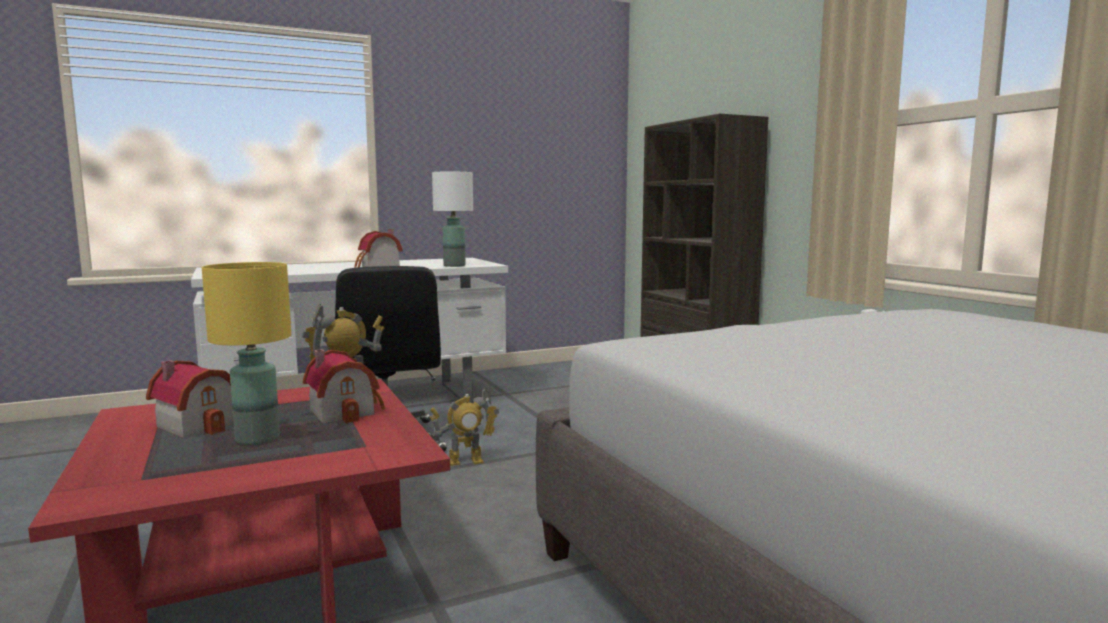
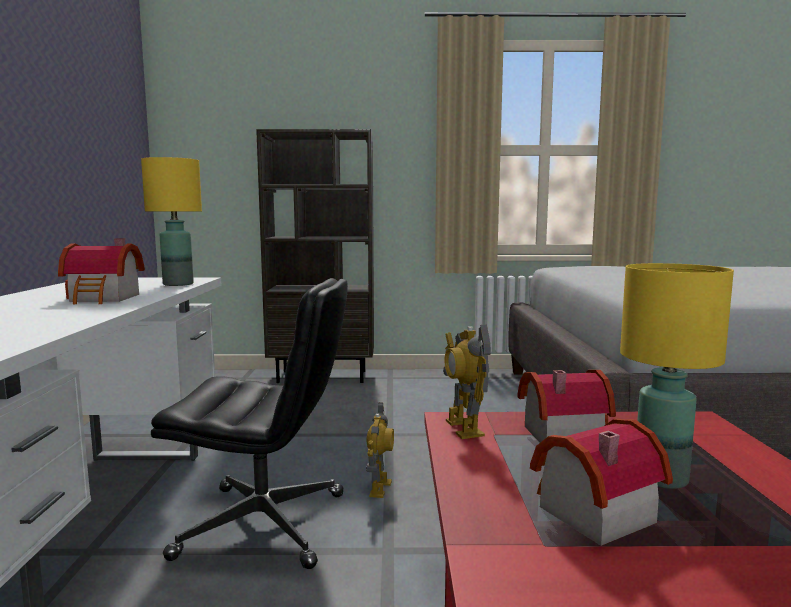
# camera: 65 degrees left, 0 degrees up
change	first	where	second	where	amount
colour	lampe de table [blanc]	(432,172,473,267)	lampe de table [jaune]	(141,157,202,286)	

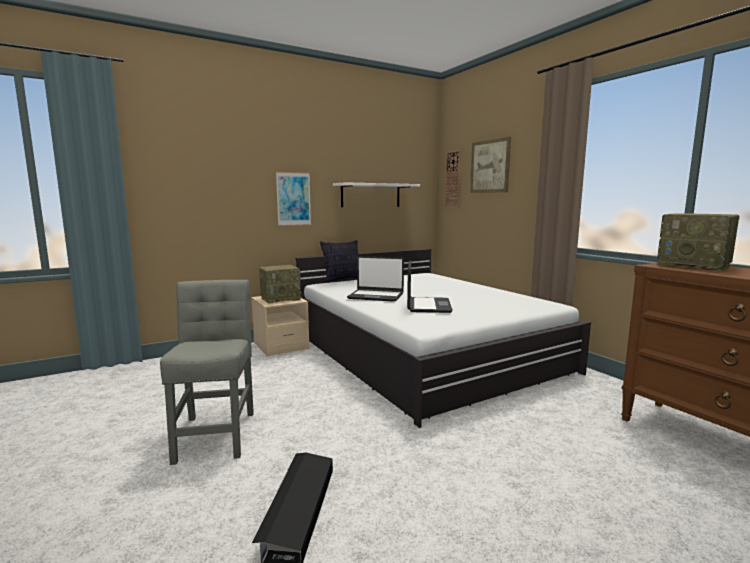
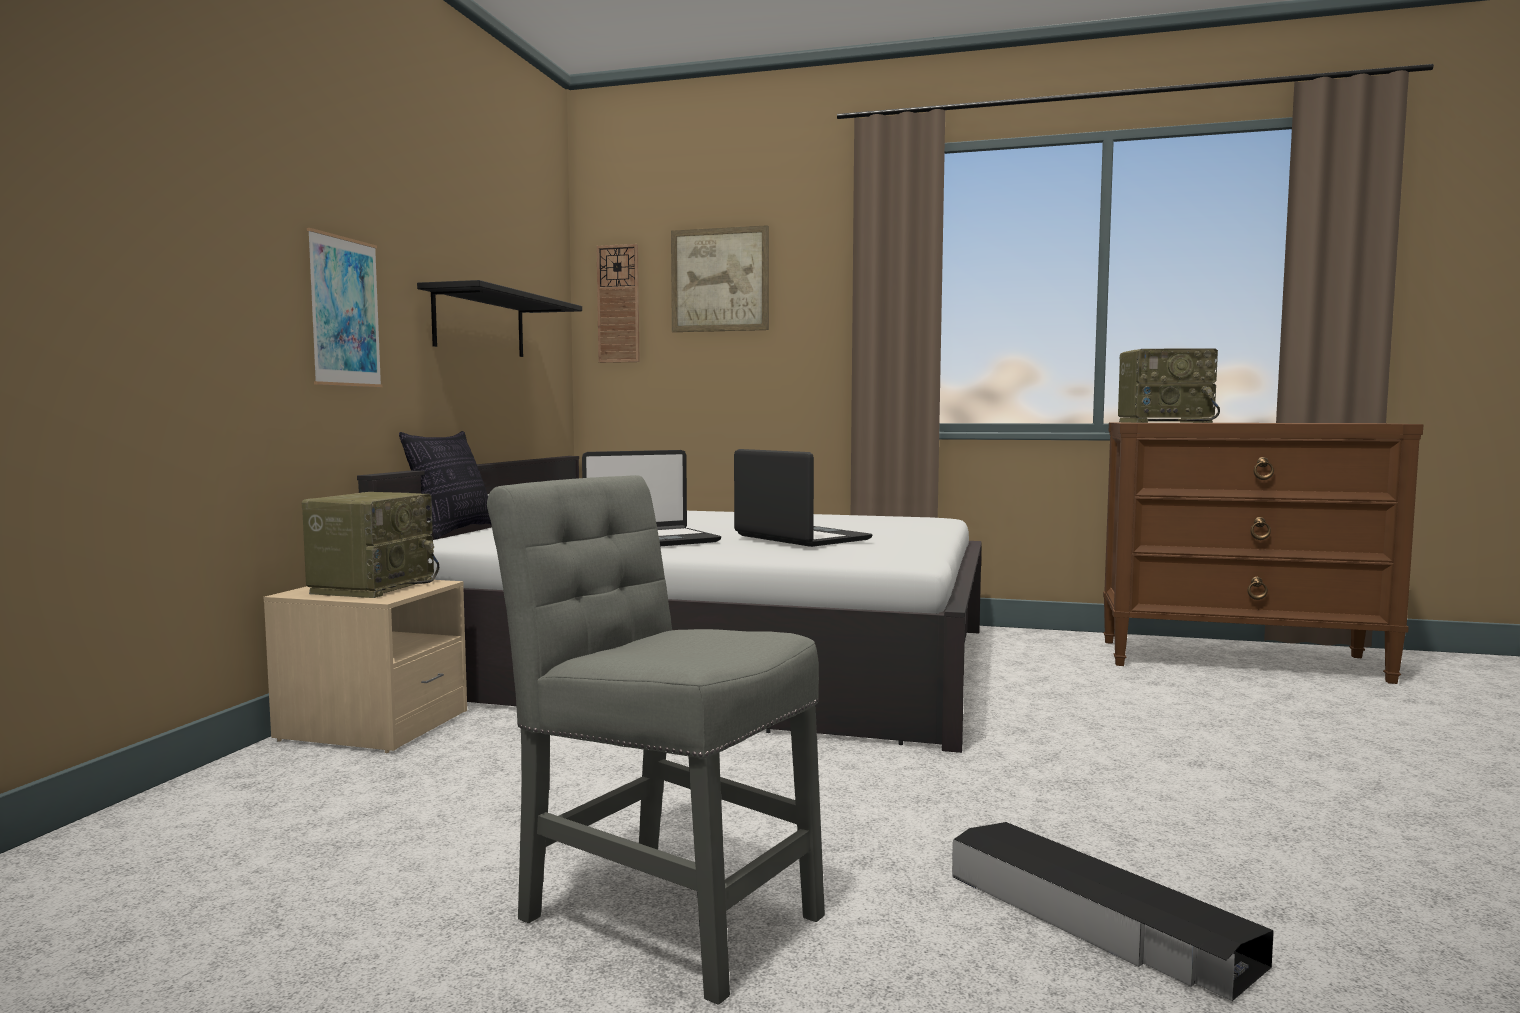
# camera: 45 degrees left, 5 degrees down
change	first	where	second	where	amount
colour	étagère [blanc]	(333,182,420,207)	étagère [noir]	(417,280,582,357)	

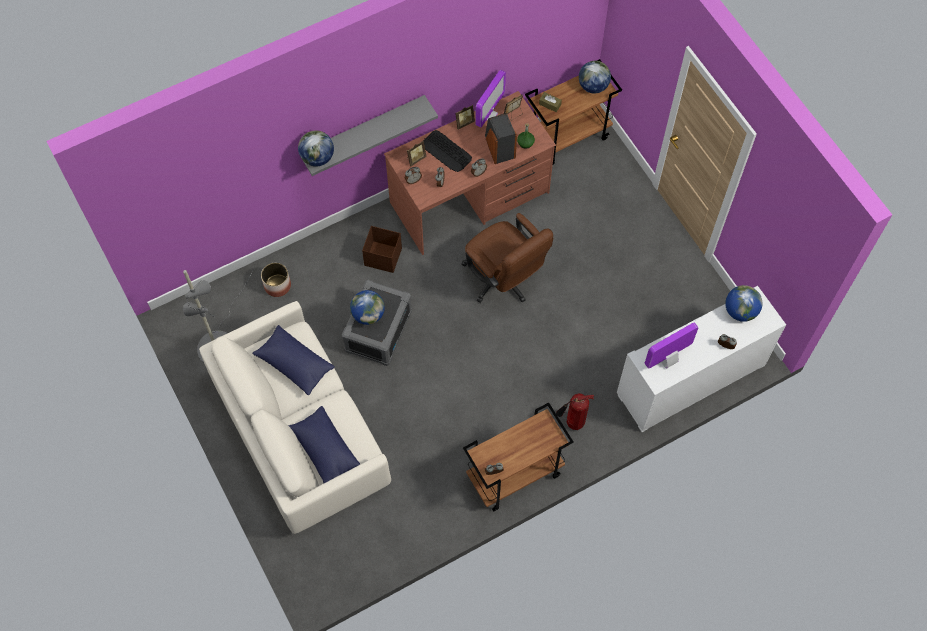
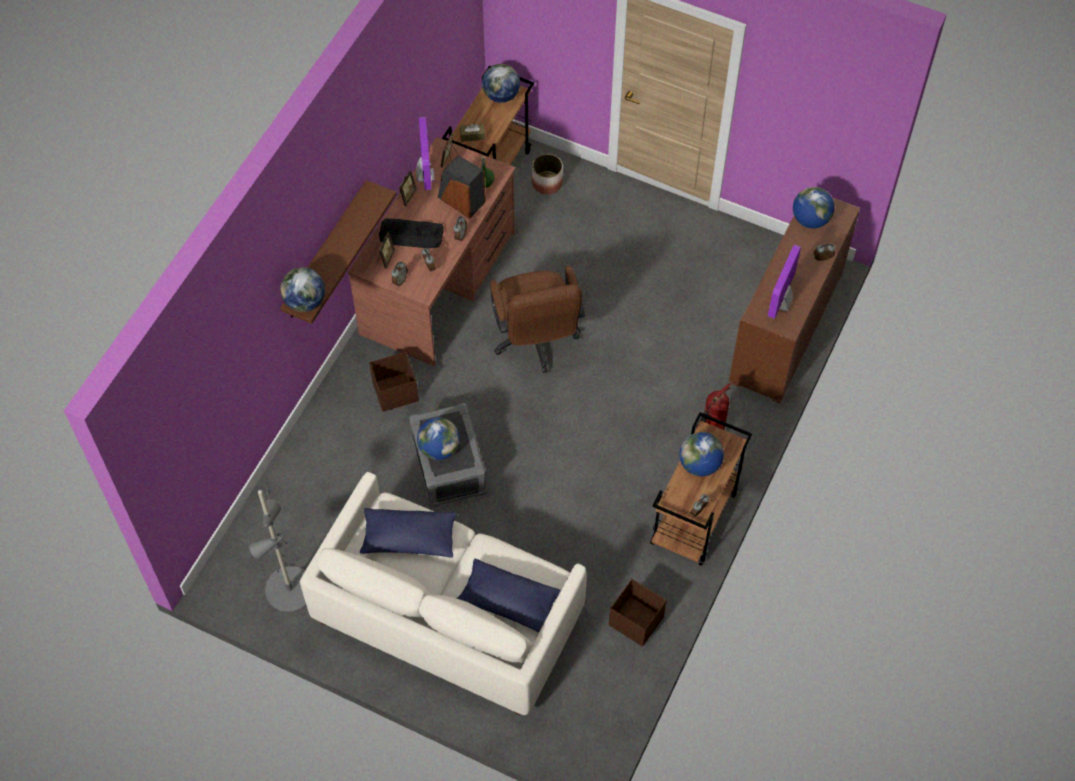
# camera: 35 degrees left, 5 degrees down
change	first	where	second	where	amount
colour	étagère [gris]	(303,95,438,176)	étagère [marron]	(280,180,397,324)	
spun	chaise de bureau [marron]	(461,213,553,303)		(490,265,585,373)	60 degrees clockwise
relocated	cache-pot	(261,263,291,297)		(532,154,563,194)	
appeared			boîte de rangement [marron]	(609,579,666,647)	
appeared			globe	(679,432,724,477)	
colour	meuble de rangement [blanc]	(617,286,786,432)	meuble de rangement [marron]	(729,197,860,403)	

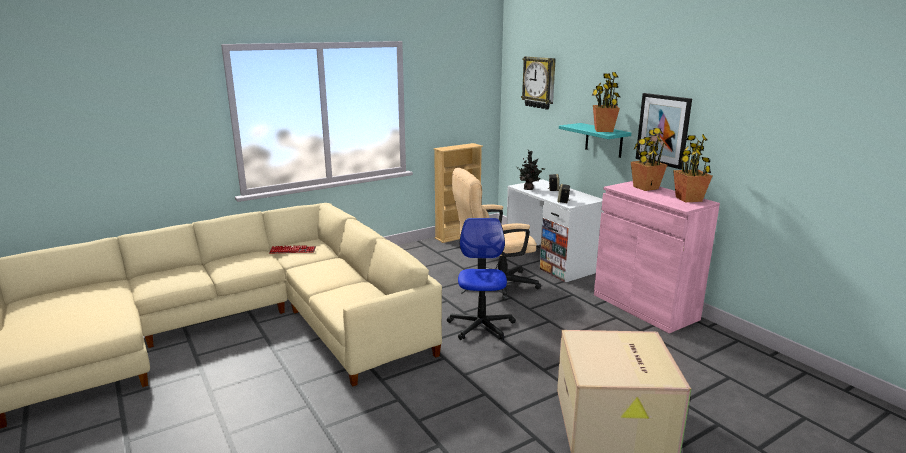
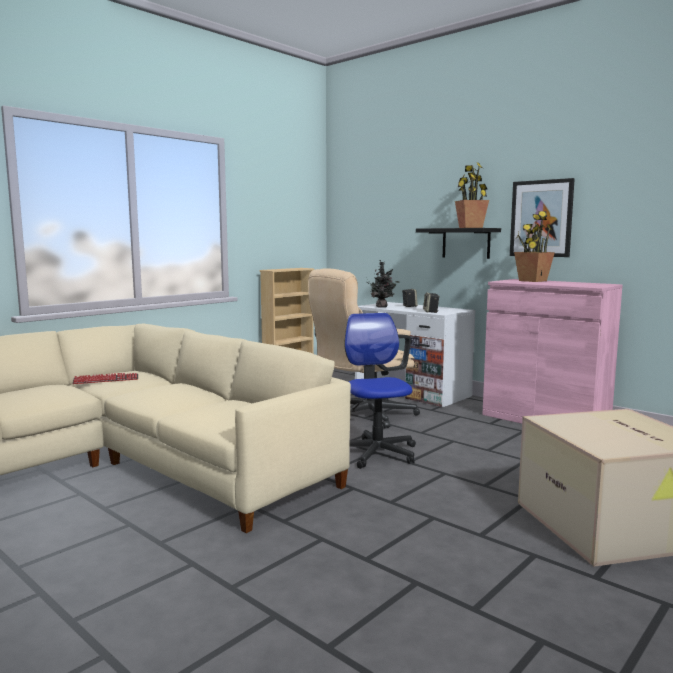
# camera: 15 degrees left, 10 degrees down
change	first	where	second	where	amount
colour	étagère [turquoise]	(559,123,631,158)	étagère [noir]	(416,228,501,259)	
missing	horloge murale	(521,56,556,110)			
missing	plante en pot	(673,134,712,202)			

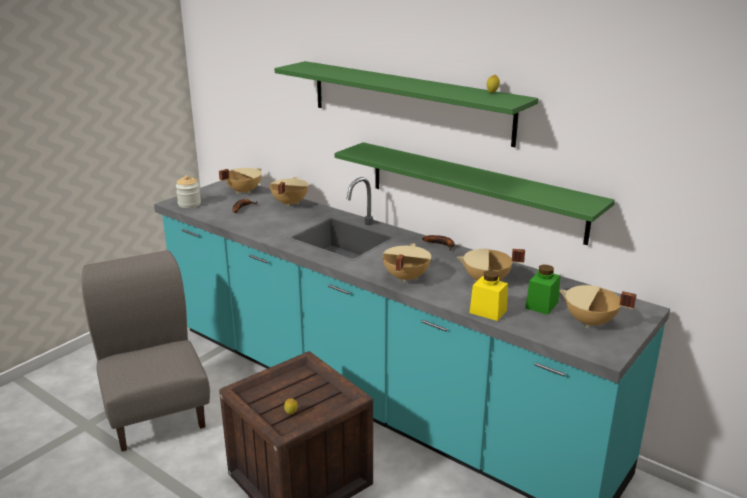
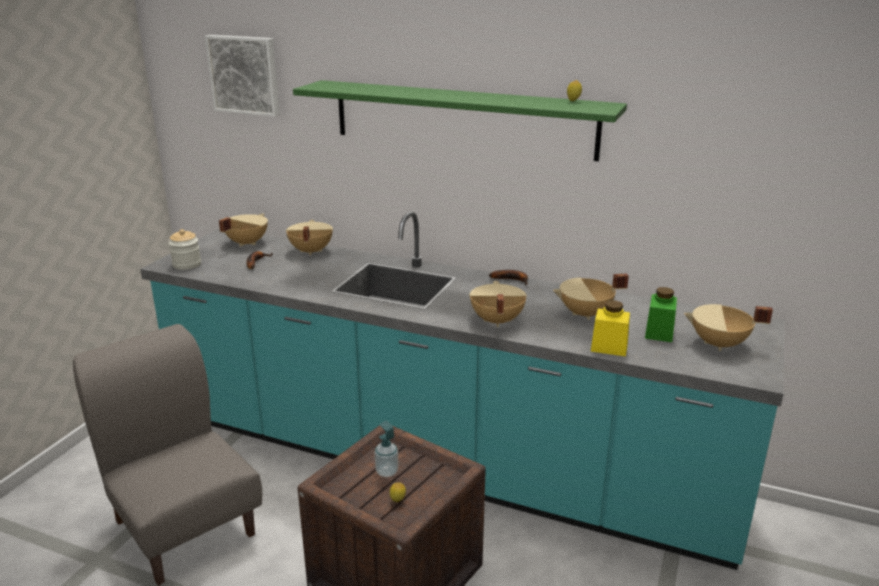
# camera: 15 degrees left, 0 degrees up
change	first	where	second	where	amount
appeared			tableau	(205,35,280,117)	
appeared			distributeur de savon	(375,421,399,477)	
missing	étagère [vert]	(335,142,615,245)			

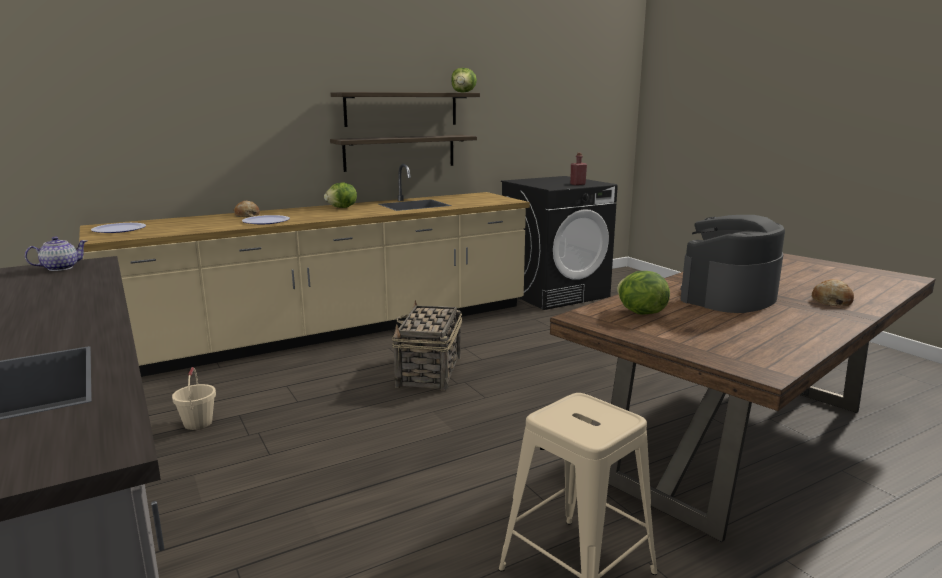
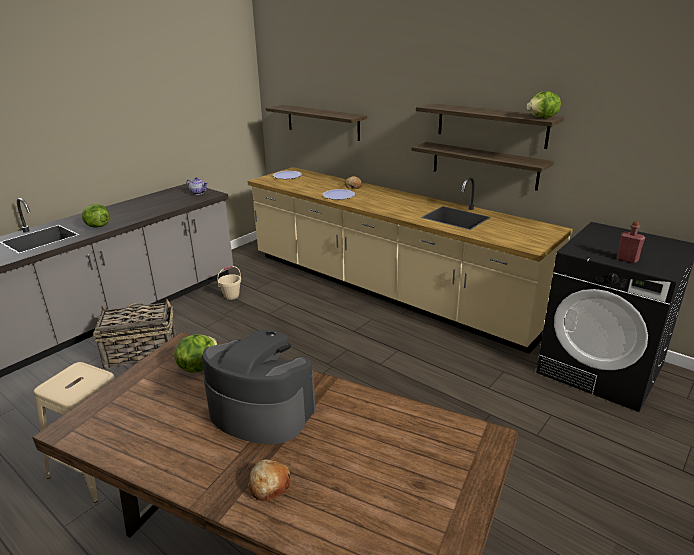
# camera: 70 degrees right, 10 degrees up
change	first	where	second	where	amount
relocated	laitue	(324,183,357,208)		(82,204,110,228)	
relocated	panier	(392,300,462,391)		(93,298,176,370)	
appeared			étagère	(266,105,367,141)	

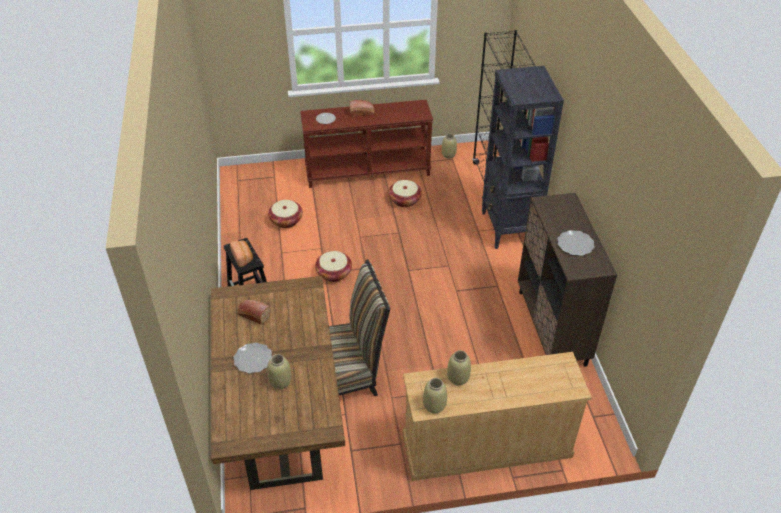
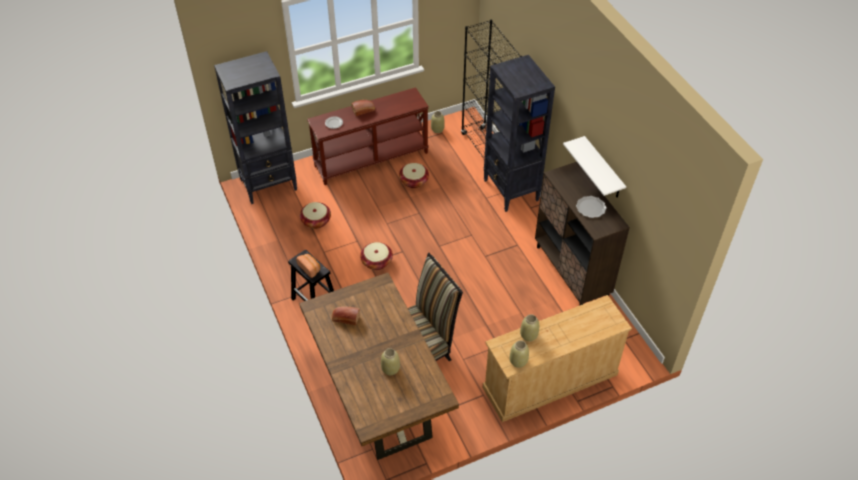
# camera: 15 degrees left, 5 degrees up
change	first	where	second	where	amount
appeared			bibliothèque [noir]	(214,51,297,204)	
appeared			étagère [blanc]	(563,136,626,198)	
missing	assiette	(233,343,272,374)			

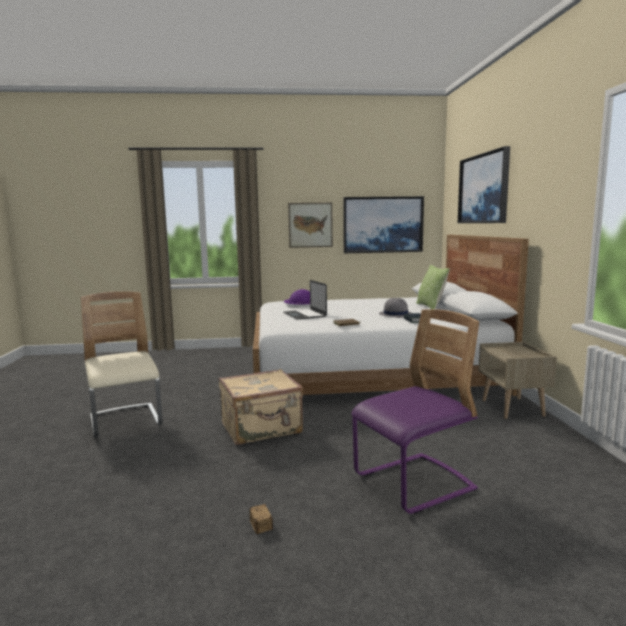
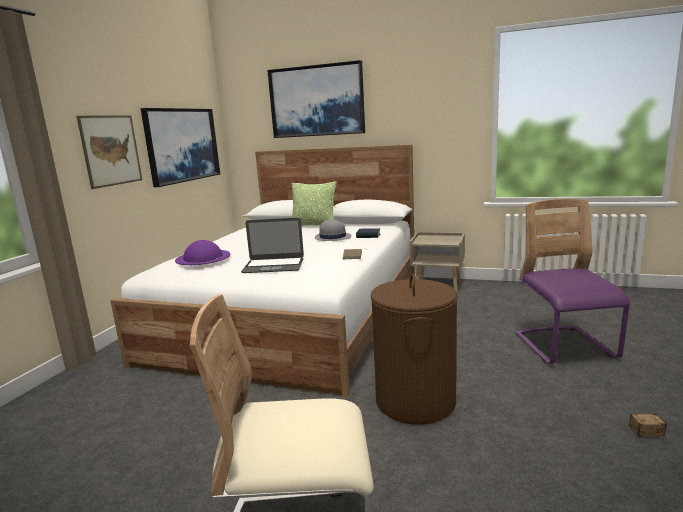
# camera: 65 degrees left, 5 degrees up
change	first	where	second	where	amount
exchanged	valise [beige]	(218,369,303,445)	panier à linge [marron]	(371,273,458,425)	

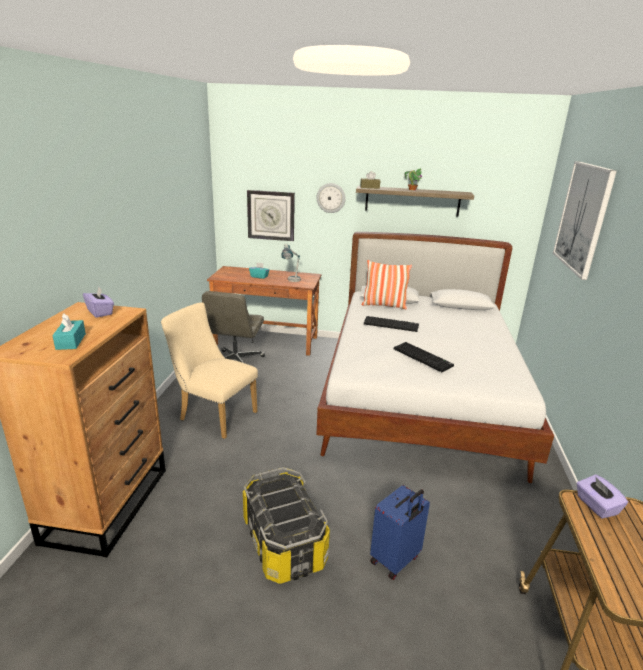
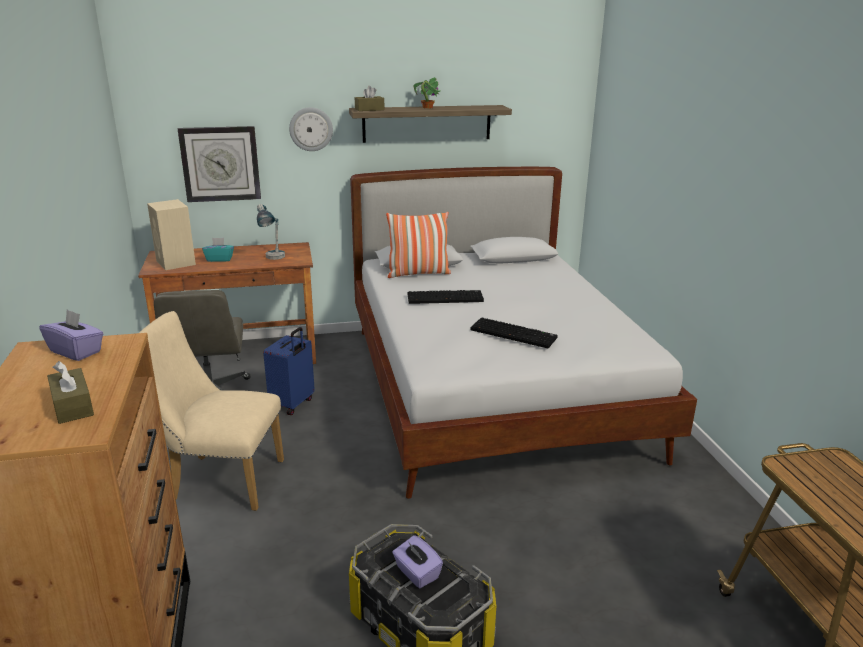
# camera: 20 degrees left, 0 degrees up
change	first	where	second	where	amount
colour	boîte à mouchoirs [turquoise]	(52,313,86,350)	boîte à mouchoirs [marron]	(47,361,94,424)	
appeared			enceinte [beige]	(147,199,196,270)	
relocated	valise [bleu]	(370,485,430,580)		(263,327,315,415)	
relocated	boîte à mouchoirs [violet]	(577,474,628,519)		(392,535,443,588)	
missing	tableau	(553,161,617,280)			

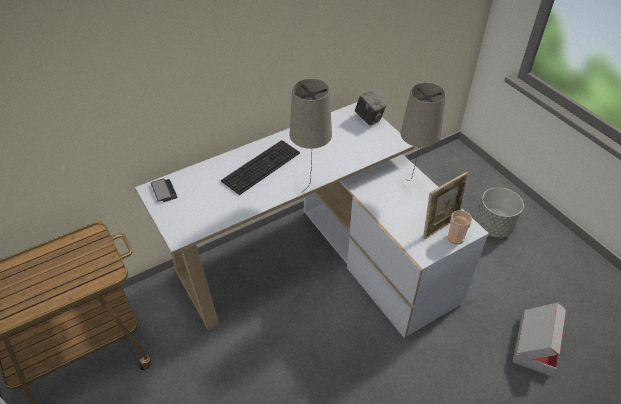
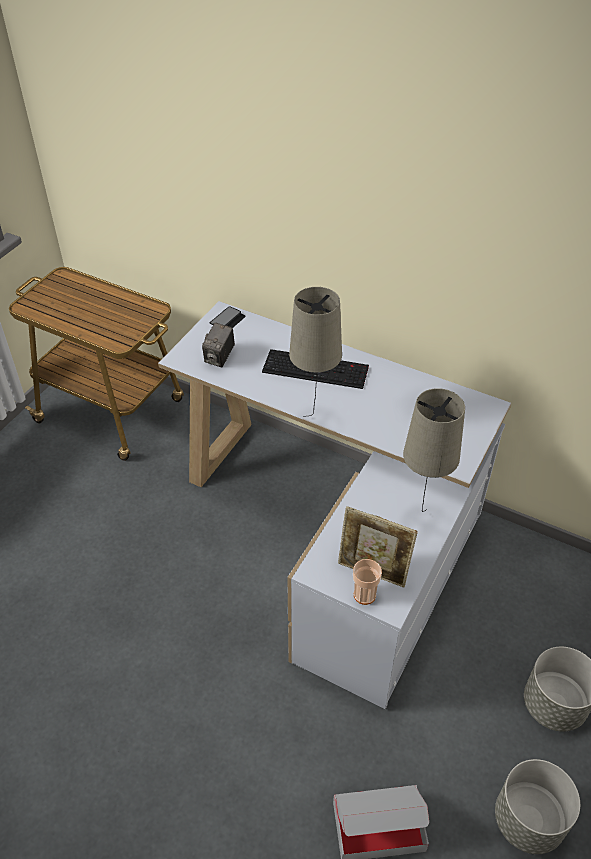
# camera: 60 degrees right, 0 degrees up
change	first	where	second	where	amount
relocated	appareil photo	(355,91,386,126)		(202,322,235,367)	
appeared			cache-pot [gris]	(495,759,580,854)	

